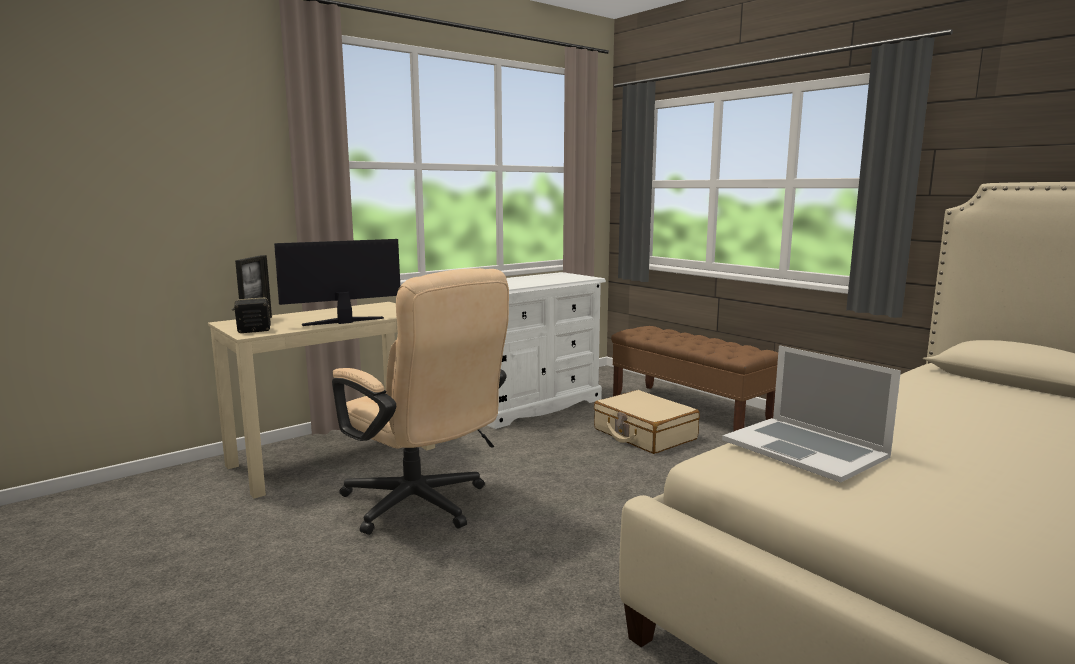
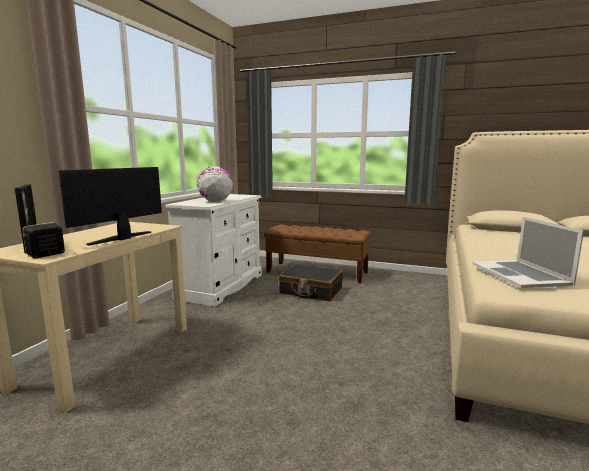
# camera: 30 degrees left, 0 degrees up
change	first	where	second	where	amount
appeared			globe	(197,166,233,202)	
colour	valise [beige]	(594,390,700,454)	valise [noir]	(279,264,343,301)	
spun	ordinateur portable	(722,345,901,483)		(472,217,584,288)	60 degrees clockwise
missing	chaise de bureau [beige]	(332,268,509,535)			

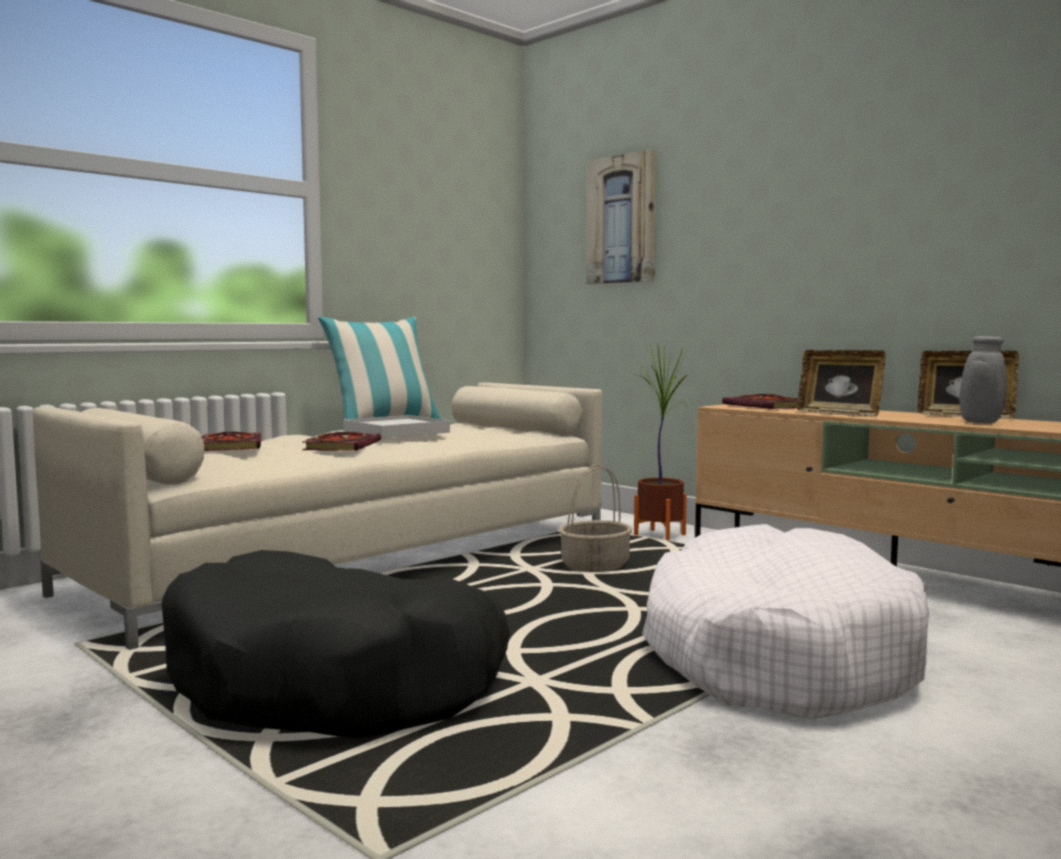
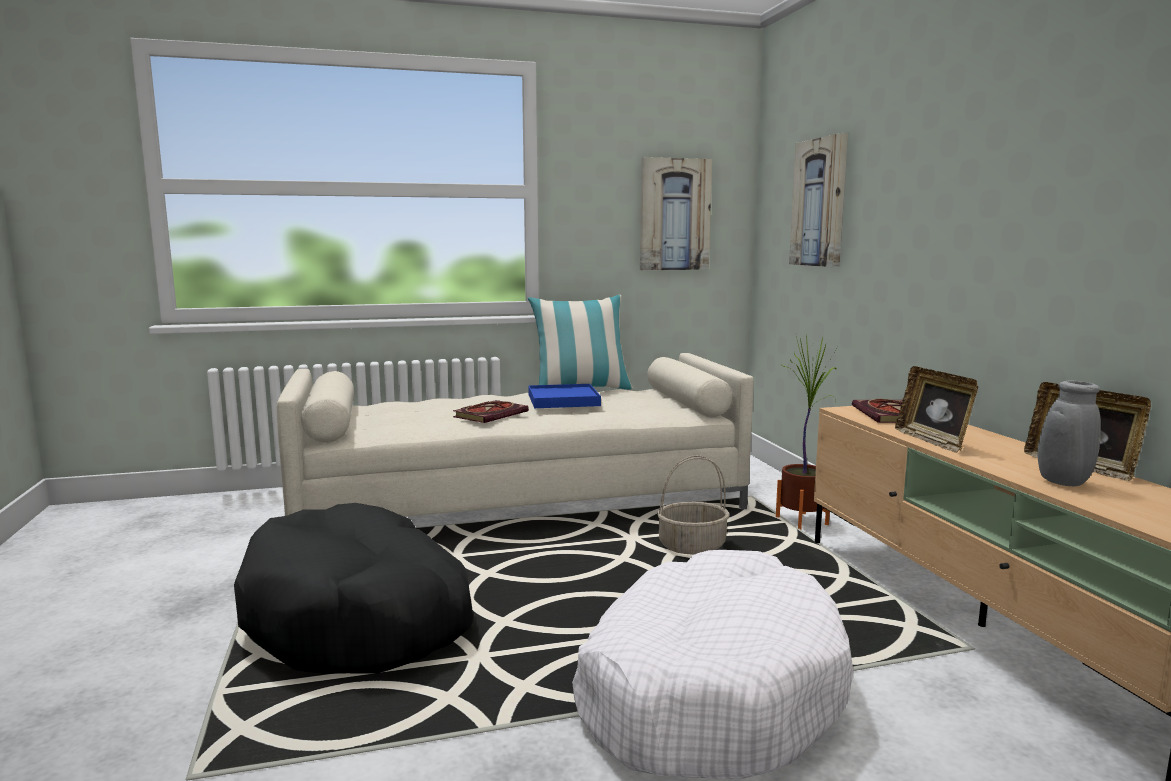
# camera: 30 degrees right, 5 degrees up
change	first	where	second	where	amount
colour	plateau [blanc]	(343,415,450,438)	plateau [bleu]	(528,384,601,408)	
appeared			tableau	(640,157,712,270)	
missing	livre	(202,432,262,451)			

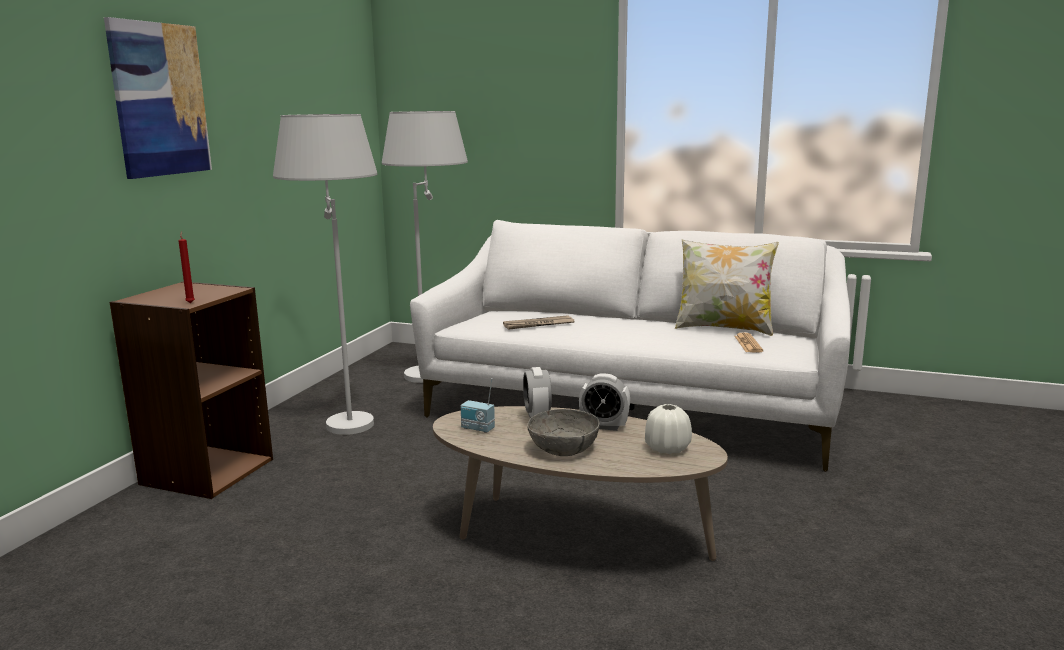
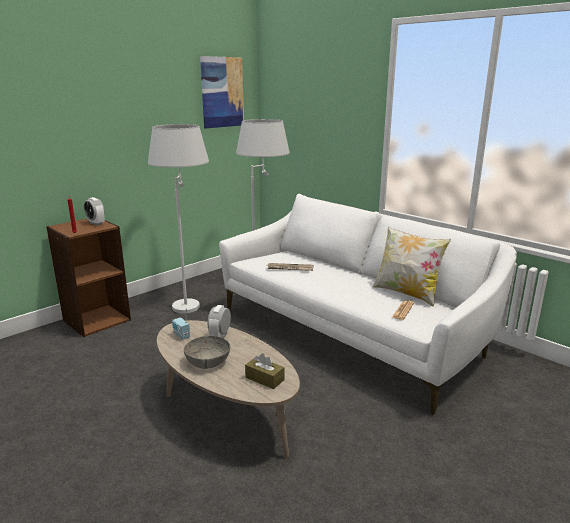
# camera: 25 degrees right, 5 degrees up
change	first	where	second	where	amount
relocated	réveil	(579,373,630,431)		(84,197,105,225)	
relocated	tableau	(104,17,212,179)		(200,56,244,128)	
exchanged	vase [blanc]	(645,404,692,454)	boîte à mouchoirs [marron]	(245,353,284,389)	

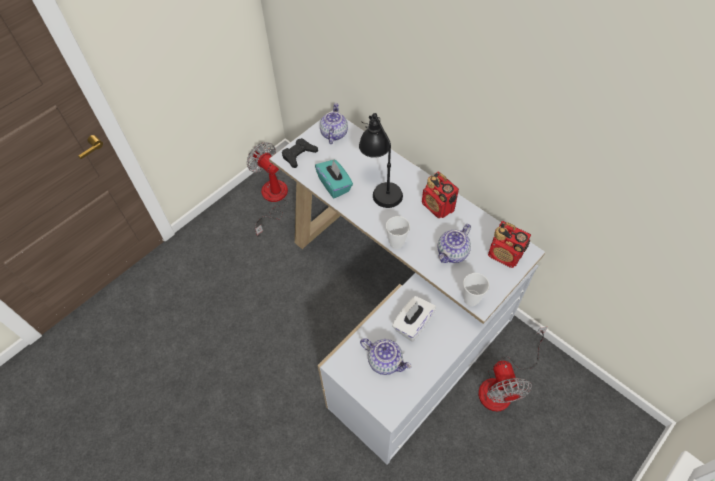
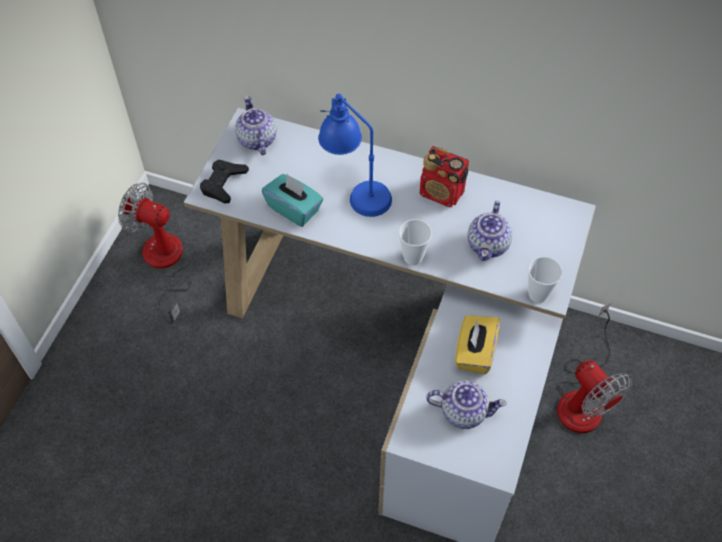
# camera: 25 degrees left, 0 degrees up
change	first	where	second	where	amount
colour	lampe de table [noir]	(359,113,403,208)	lampe de table [bleu]	(318,94,392,217)	
colour	boîte à mouchoirs [blanc]	(392,296,437,342)	boîte à mouchoirs [jaune]	(455,315,500,375)	
missing	radio	(488,221,531,268)			

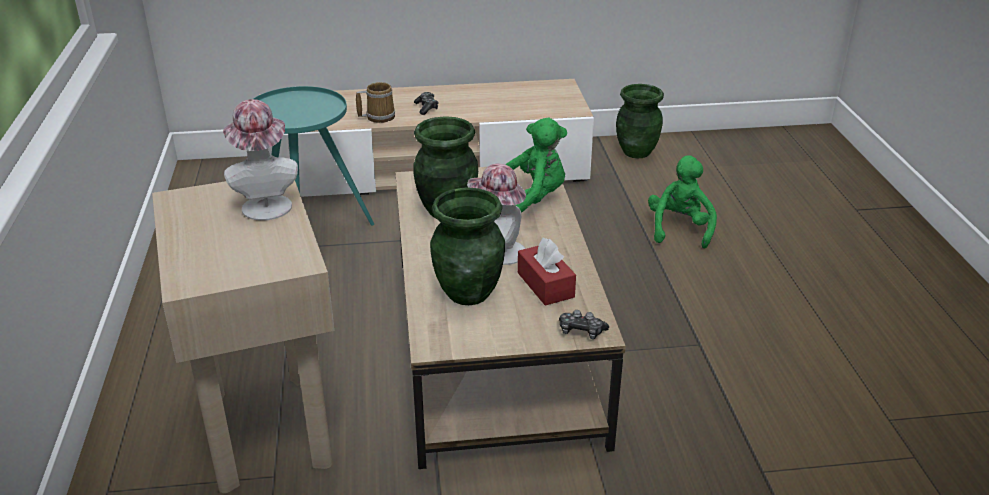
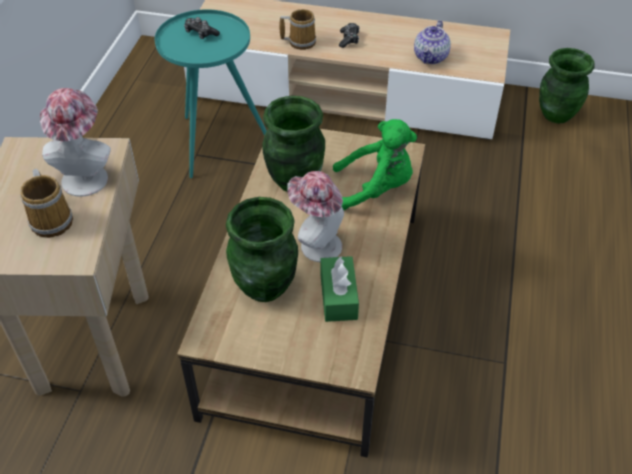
# camera: 20 degrees right, 15 degrees up
change	first	where	second	where	amount
appeared			mug	(21,169,73,238)	
relocated	manette	(559,310,609,339)		(184,17,220,39)	
colour	boîte à mouchoirs [rouge]	(518,237,576,306)	boîte à mouchoirs [vert]	(320,256,359,322)	
appeared			théière	(414,20,451,64)	
missing	peluche [vert]	(648,155,717,249)			

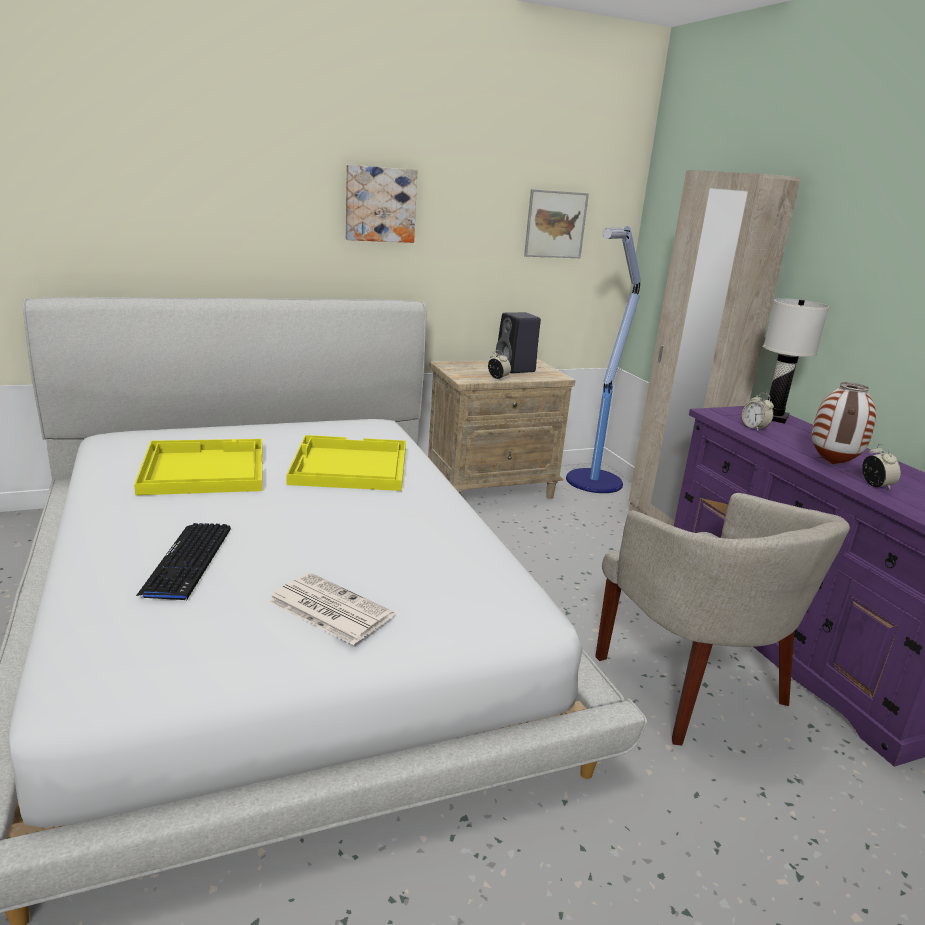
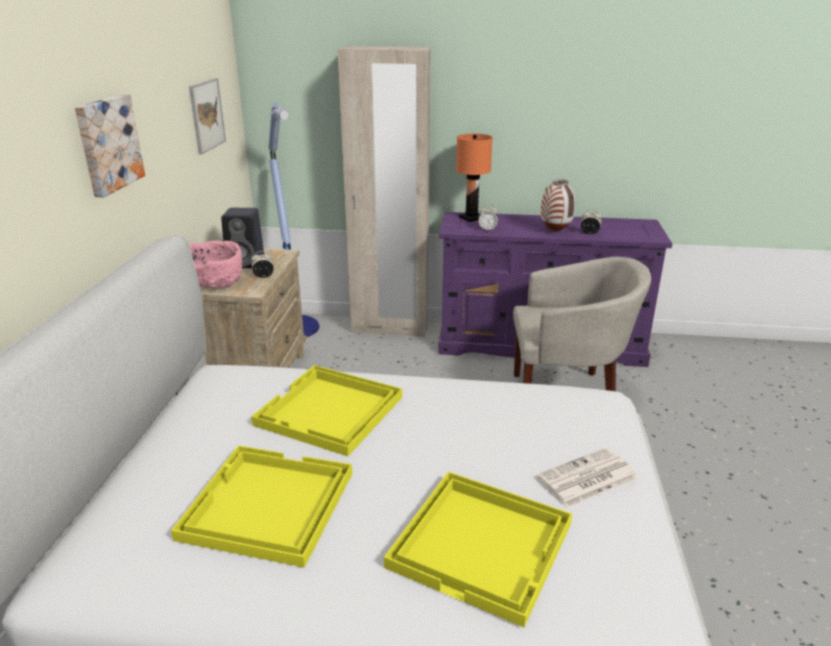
# camera: 60 degrees left, 5 degrees up
change	first	where	second	where	amount
appeared			bol [rose]	(189,241,242,288)	
exchanged	clavier	(136,523,231,600)	plateau [jaune]	(384,472,572,627)	
colour	lampe de table [blanc]	(763,298,829,424)	lampe de table [orange]	(456,134,493,222)	

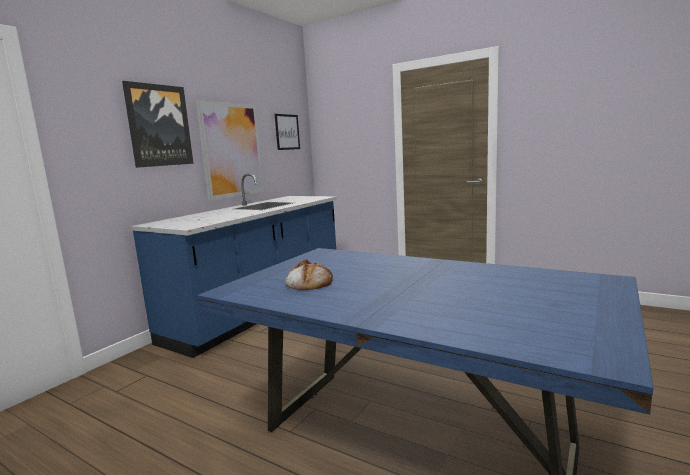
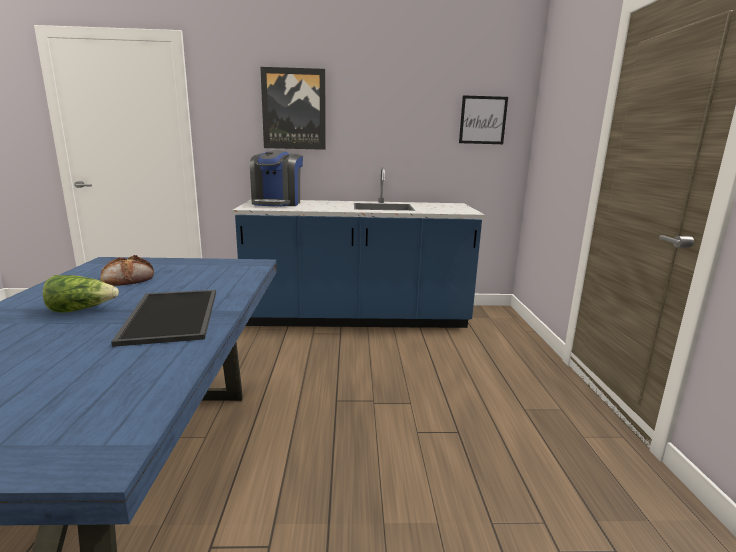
# camera: 55 degrees right, 5 degrees up
change	first	where	second	where	amount
appeared			laitue	(43,275,119,313)	
appeared			plateau	(111,290,216,347)	
appeared			machine à café	(250,150,303,207)	
missing	tableau	(196,100,264,200)			

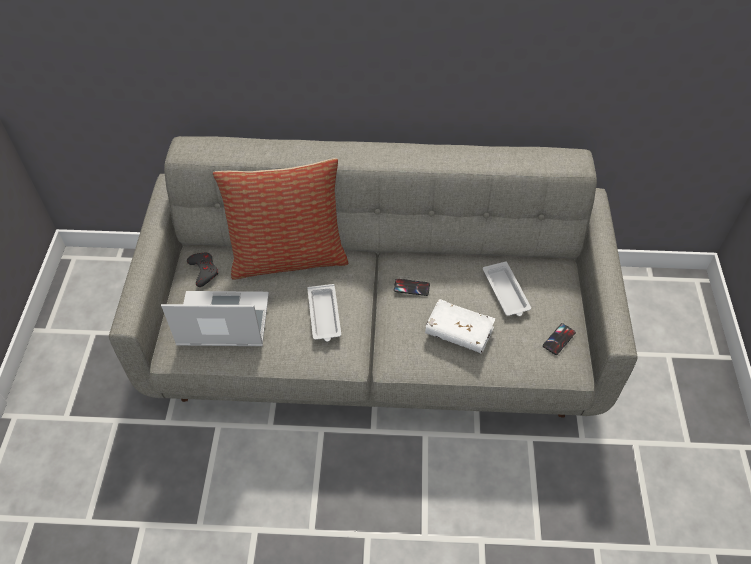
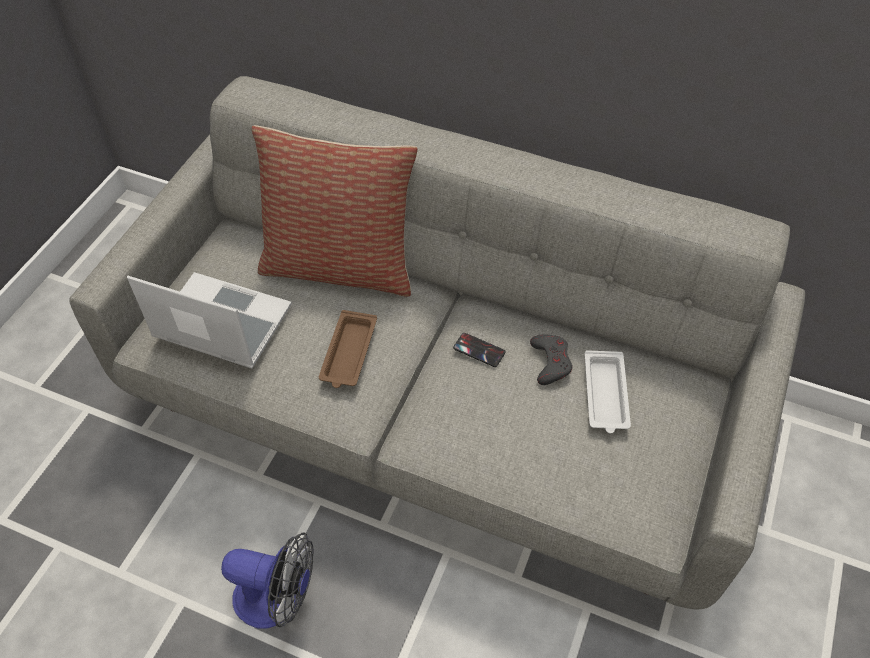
# camera: 20 degrees right, 0 degrees up
change	first	where	second	where	amount
appeared			ventilateur	(221,532,314,629)	
colour	plateau [blanc]	(307,284,341,342)	plateau [marron]	(319,310,377,388)	
relocated	manette [gris]	(187,253,218,287)		(530,334,572,385)	
missing	livre [blanc]	(425,299,495,353)			
missing	téléphone	(543,323,576,355)			

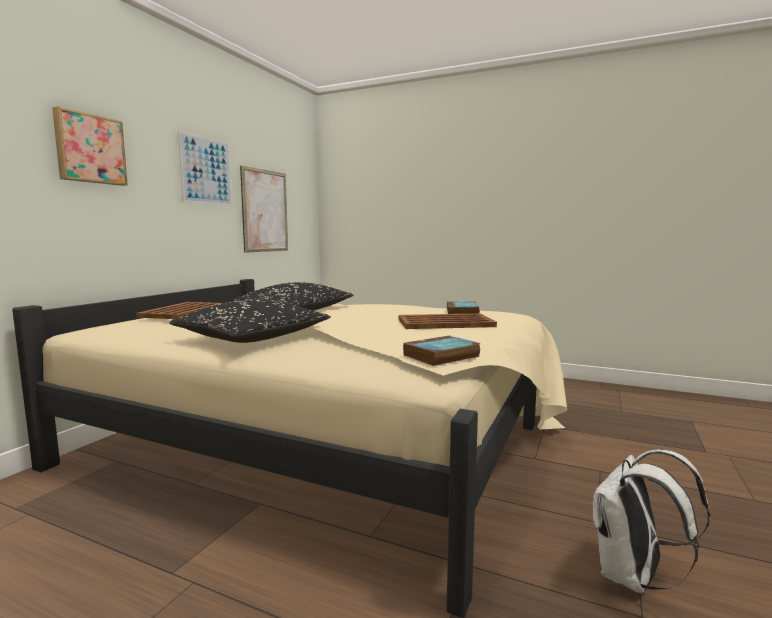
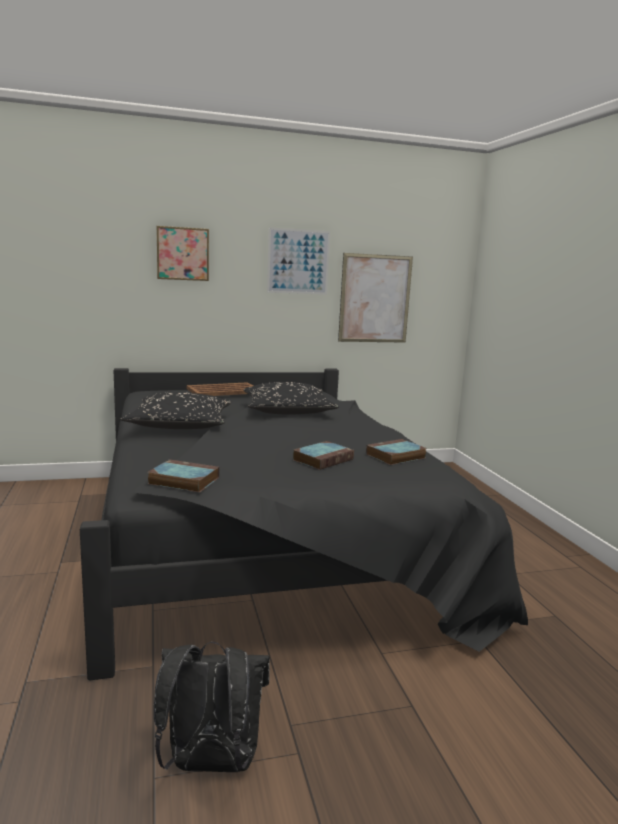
# camera: 50 degrees right, 5 degrees up
change	first	where	second	where	amount
colour	lit [beige]	(12,279,567,618)	lit [noir]	(80,368,528,681)	
colour	sac à dos [blanc]	(593,450,710,593)	sac à dos [noir]	(154,642,270,772)	
exchanged	plateau [marron]	(398,313,497,329)	livre	(293,441,354,470)	

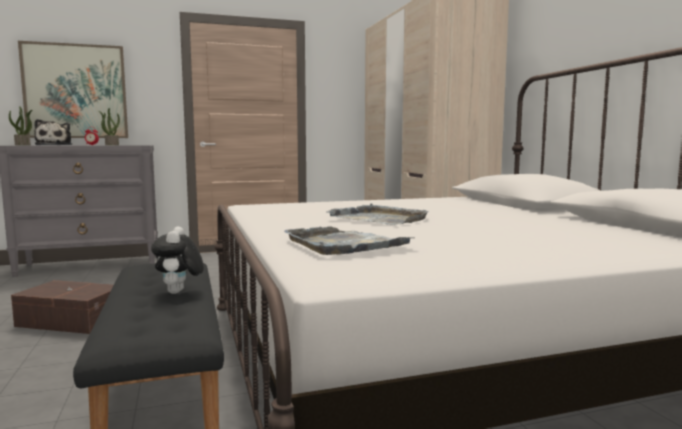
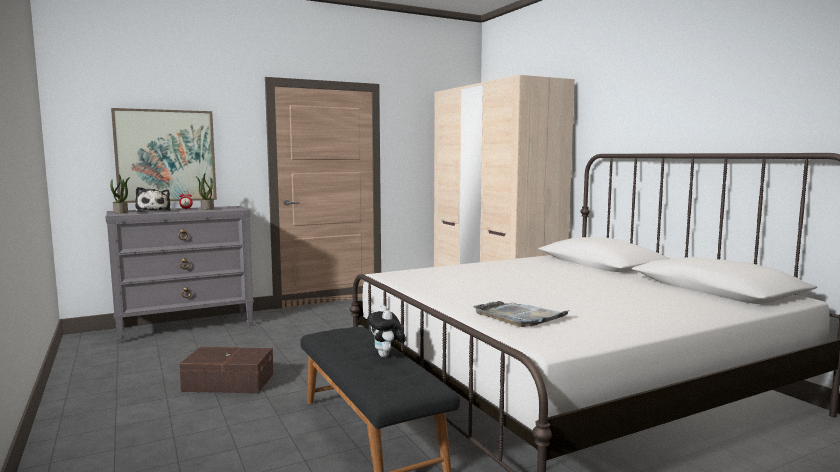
# camera: 10 degrees left, 0 degrees up
change	first	where	second	where	amount
missing	plateau [gris]	(326,203,429,225)			

